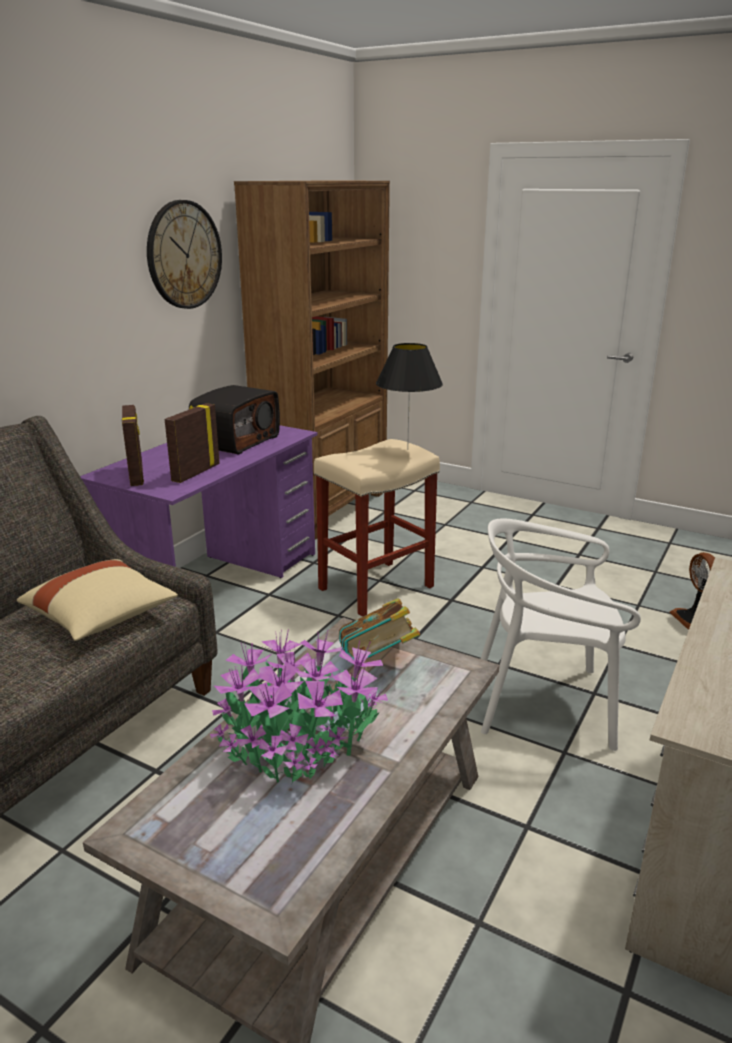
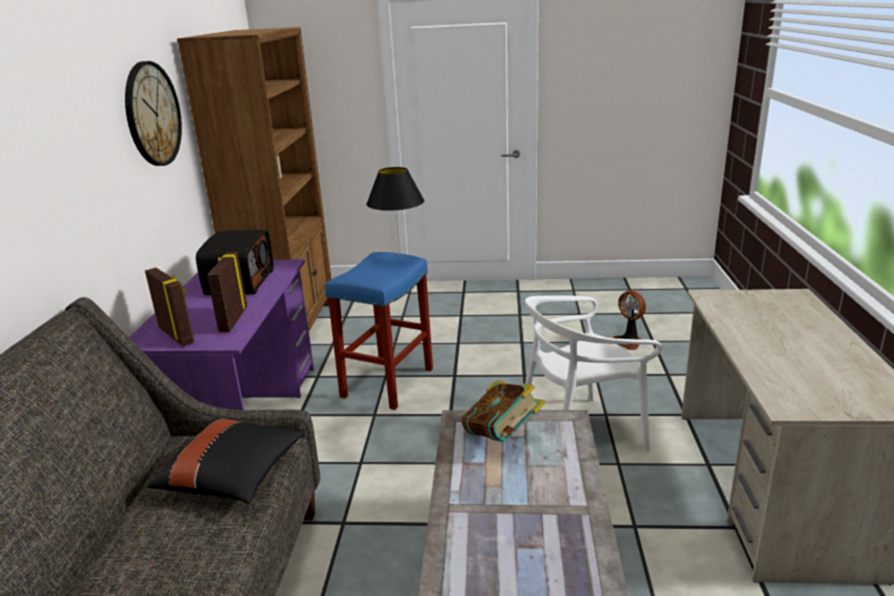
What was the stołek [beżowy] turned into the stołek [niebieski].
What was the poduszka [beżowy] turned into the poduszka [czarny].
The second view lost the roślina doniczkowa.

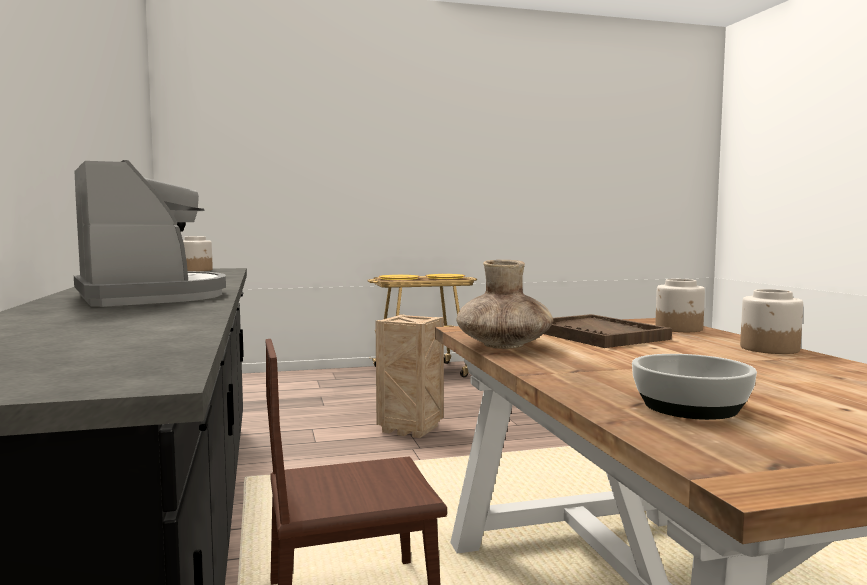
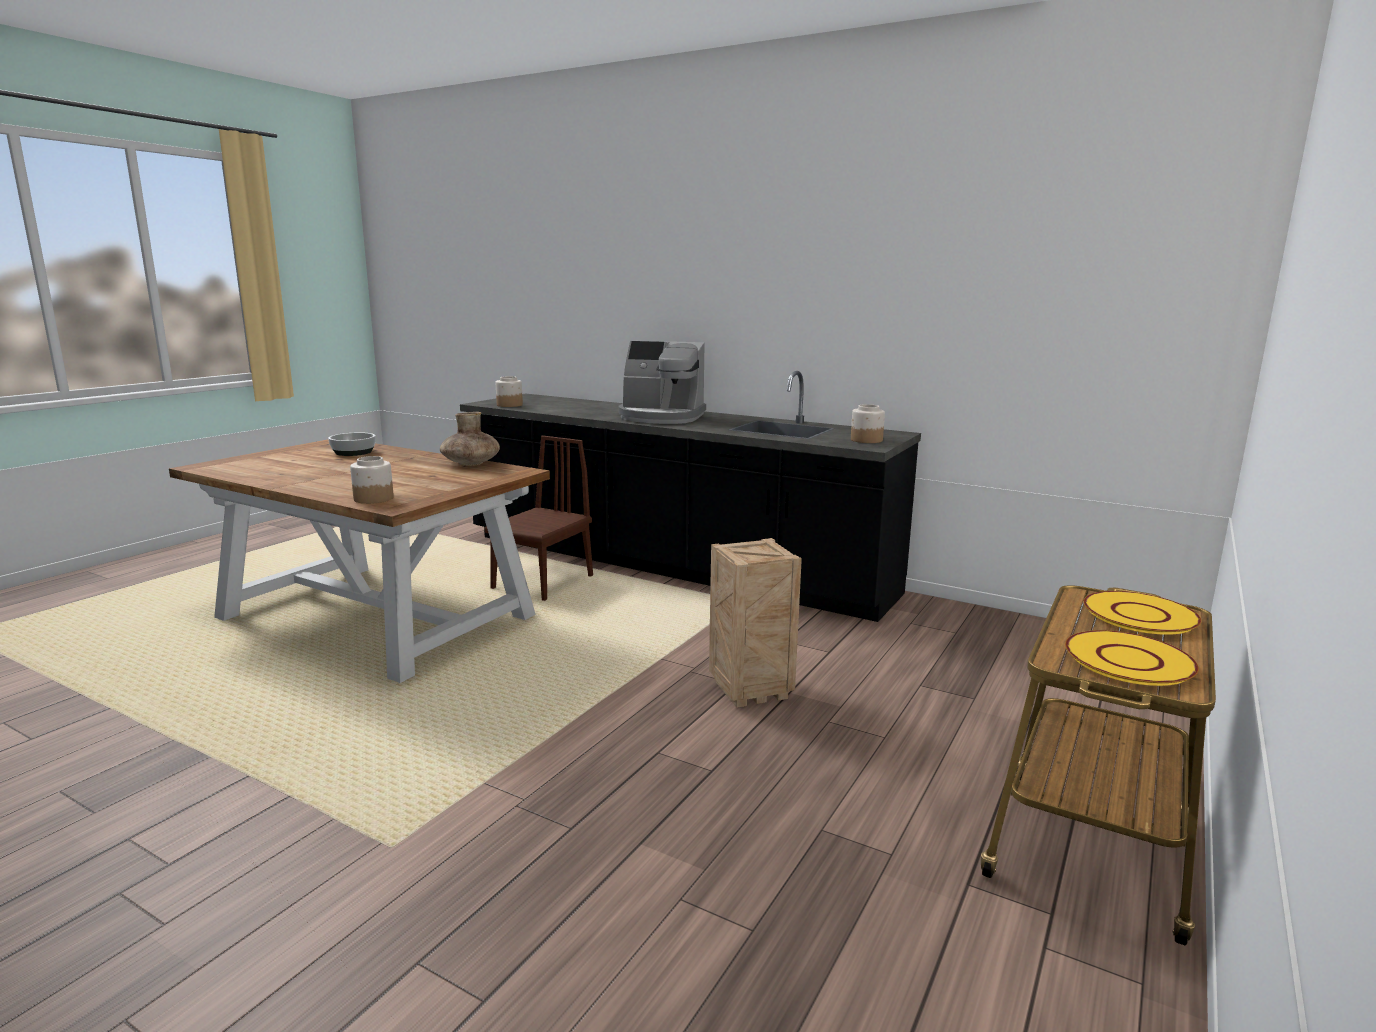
The słoik (3rd from left in the first image) ended up elsewhere.
The second view lost the taca [brązowy].

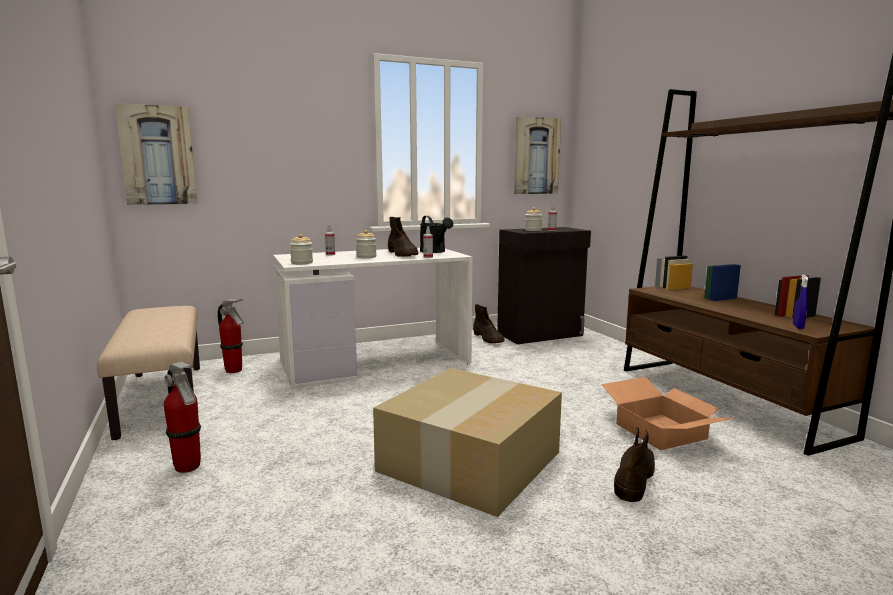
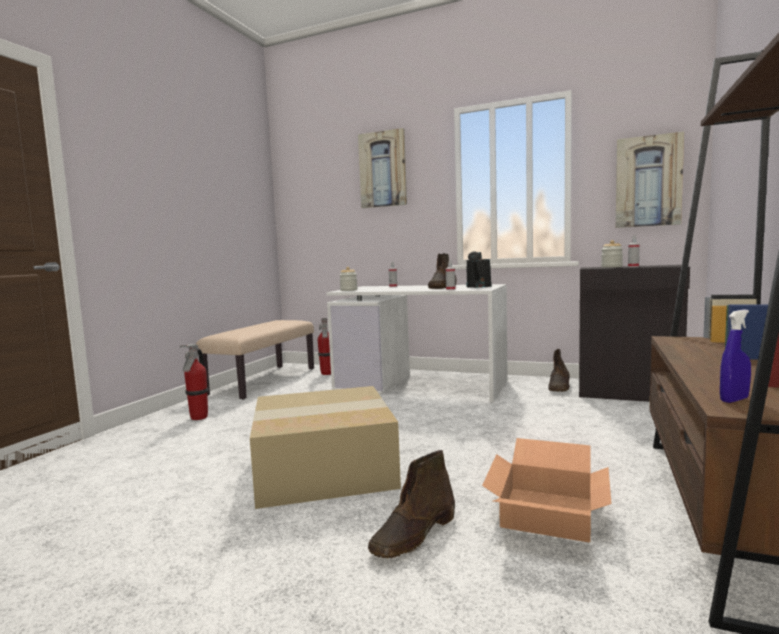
The obraz (1st from left) ended up elsewhere.
The second view lost the słoik (2nd from left).
The but z cholewką [brązowy] (3rd from left in the first image) ended up facing another way, 150 degrees clockwise from before.

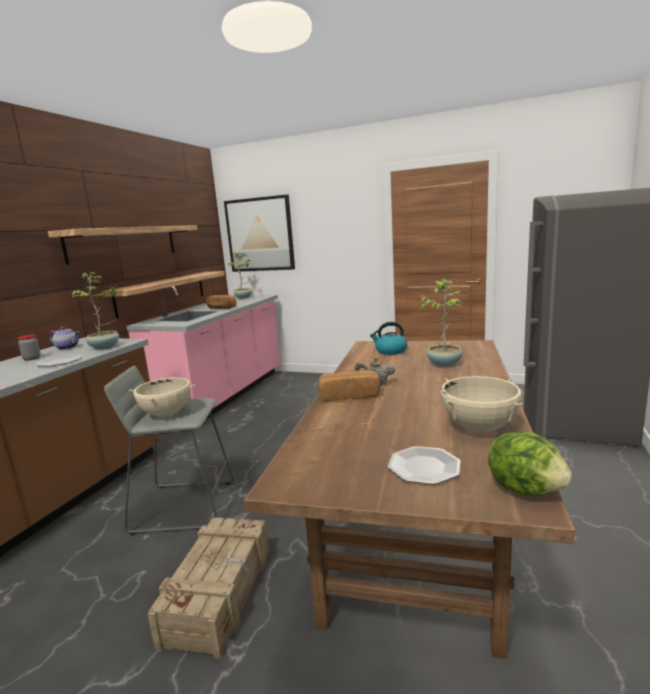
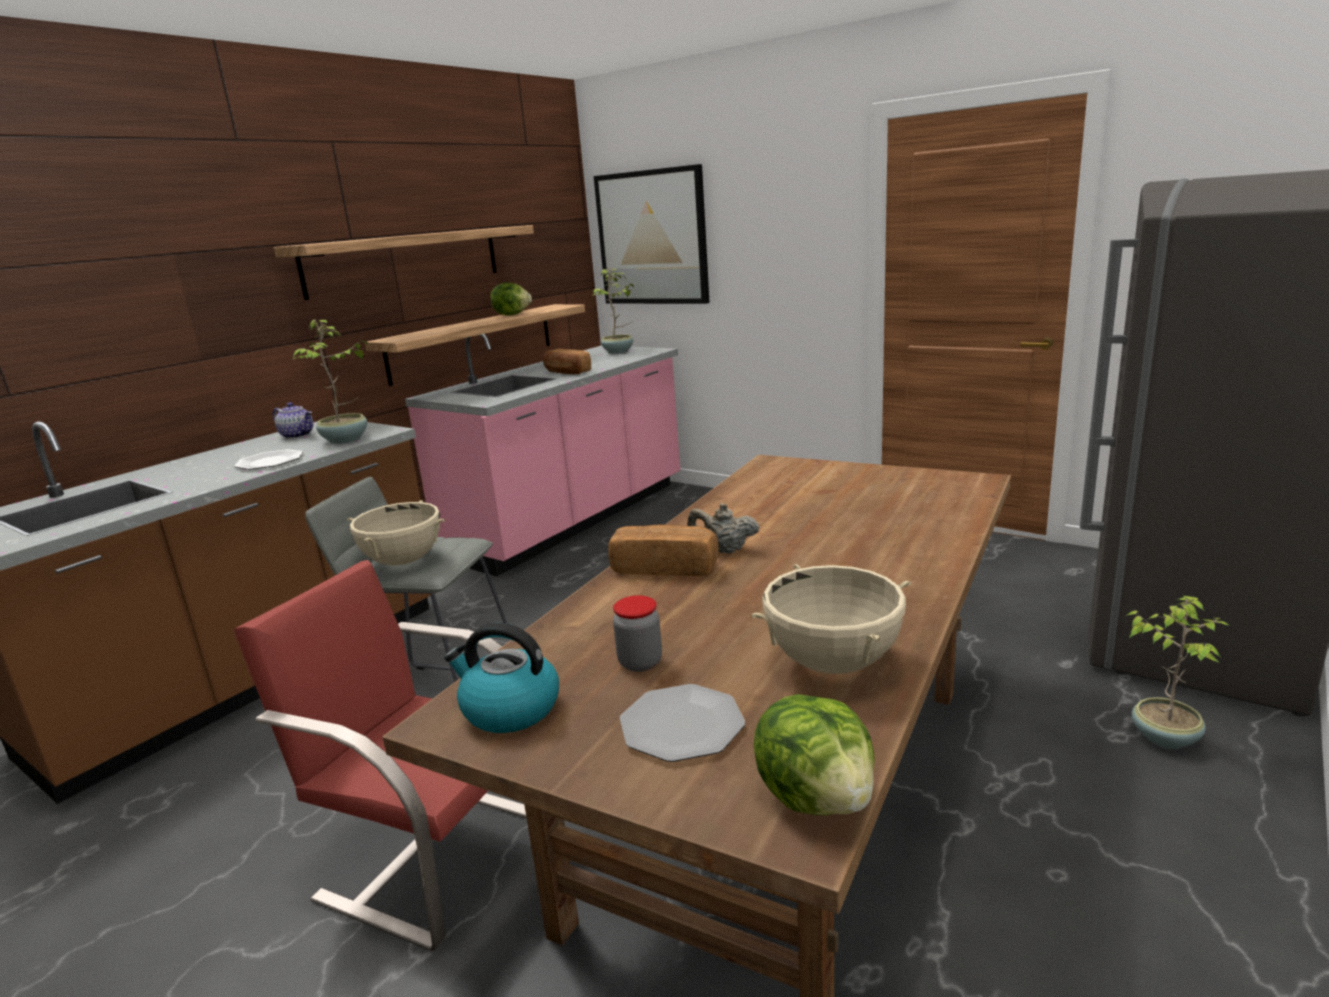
The roślina doniczkowa (3rd from left) ended up elsewhere.
The czajnik ended up elsewhere.
The słoik ended up elsewhere.
Where the skrzynka stood, the krzesło [czerwony] came to stand.
The second view gained the sałata (1st from left).

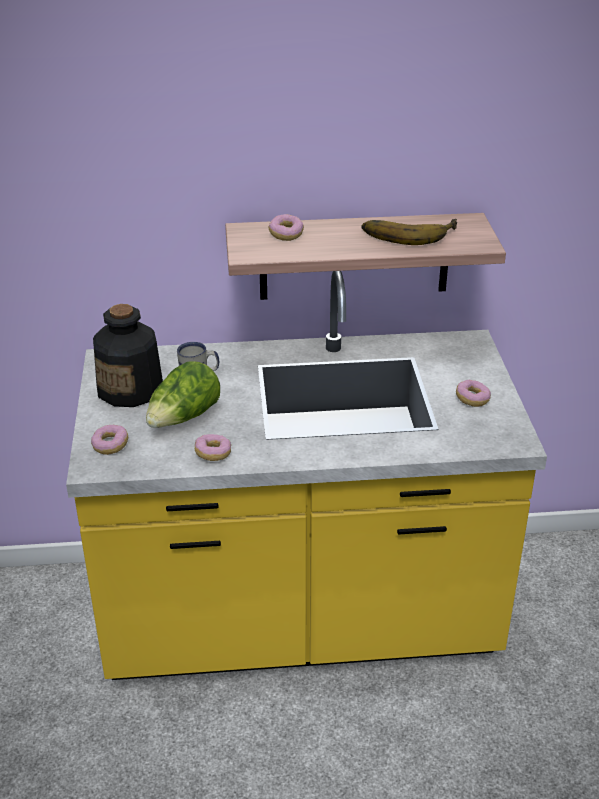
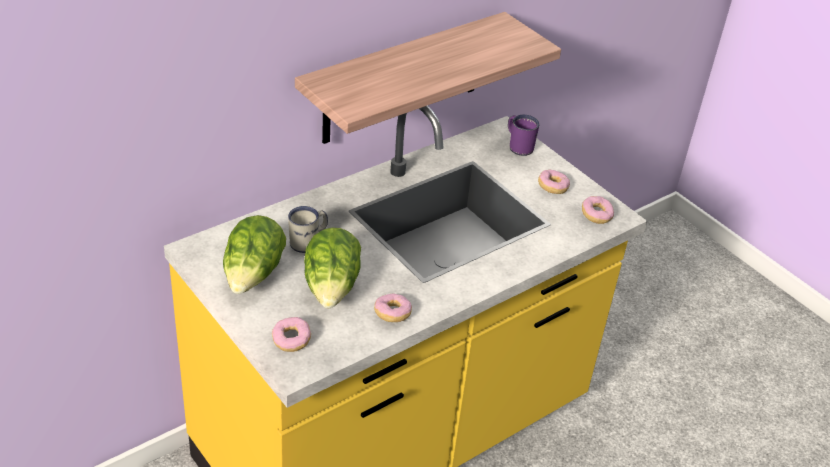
The donut (3rd from left in the first image) ended up elsewhere.
The second view lost the banan.
Where the butelka stood, the sałata (1st from left) came to stand.
The second view gained the kubek [fioletowy].

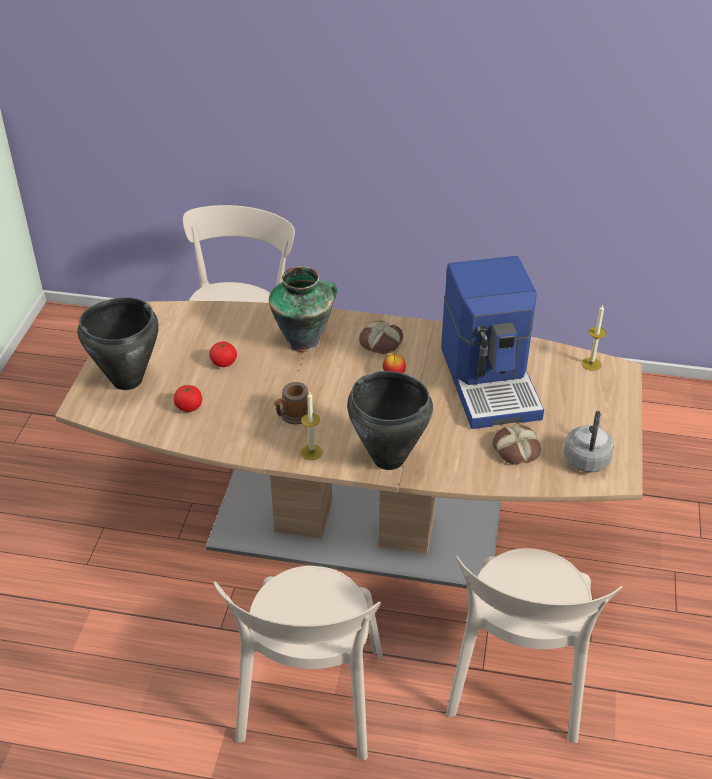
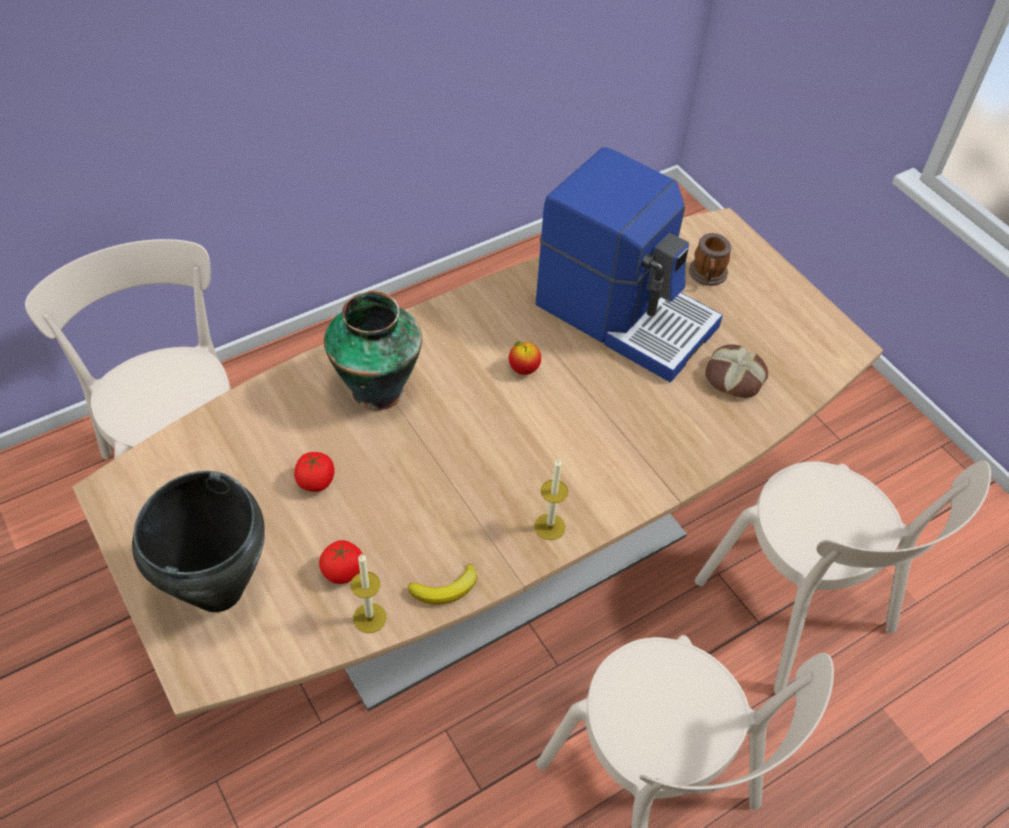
The świeca (2nd from left in the first image) ended up elsewhere.
The second view lost the chleb (1st from left).
The second view lost the garnek [czarny] (2nd from left).
The kubek ended up elsewhere.
The second view lost the czajnik [szary].
The second view gained the banan.

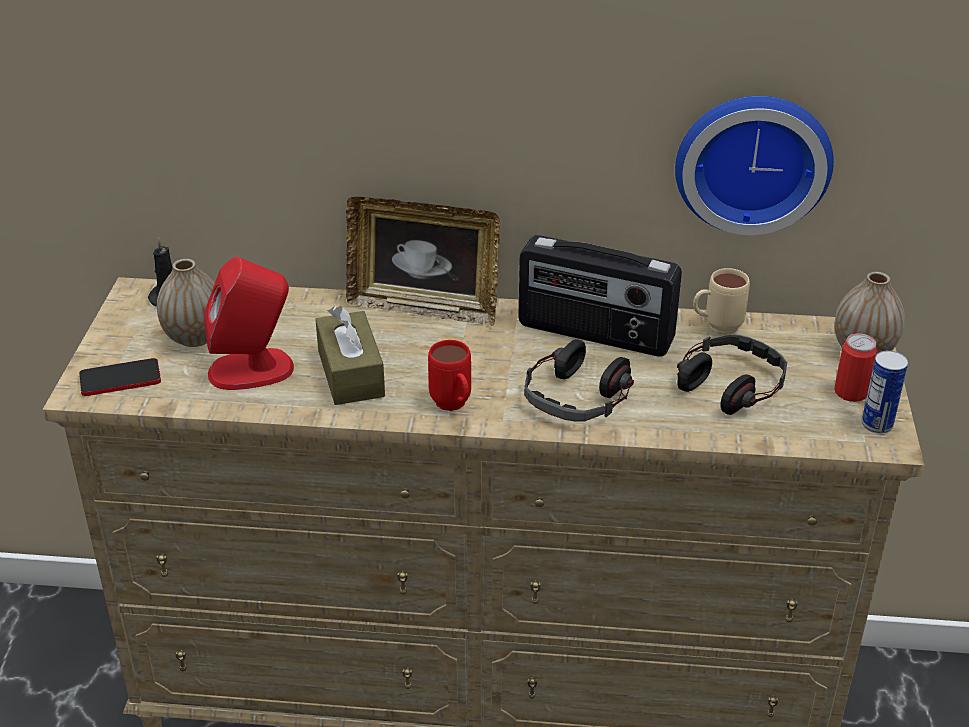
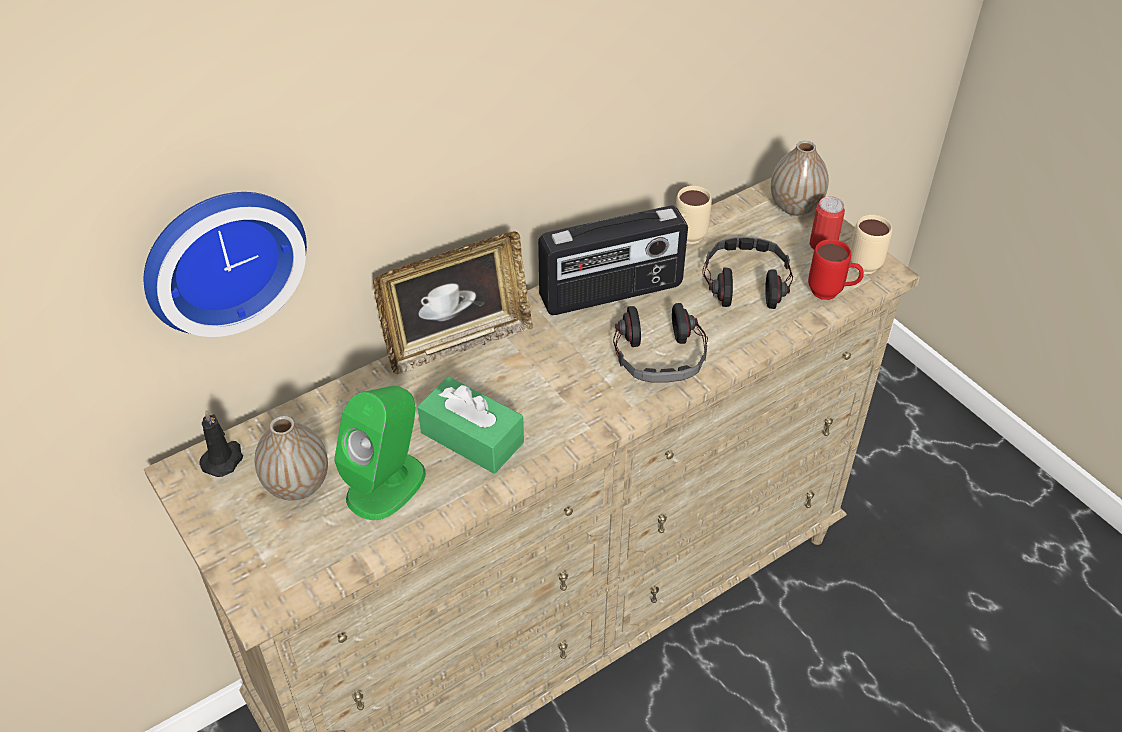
The zegar ścienny ended up elsewhere.
What was the głośnik [czerwony] turned into the głośnik [zielony].
What was the pudełko chusteczek [brązowy] turned into the pudełko chusteczek [zielony].
The kubek [czerwony] ended up elsewhere.
Where the puszka (2nd from left) stood, the kubek [beżowy] (2nd from left) came to stand.
The second view lost the telefon.

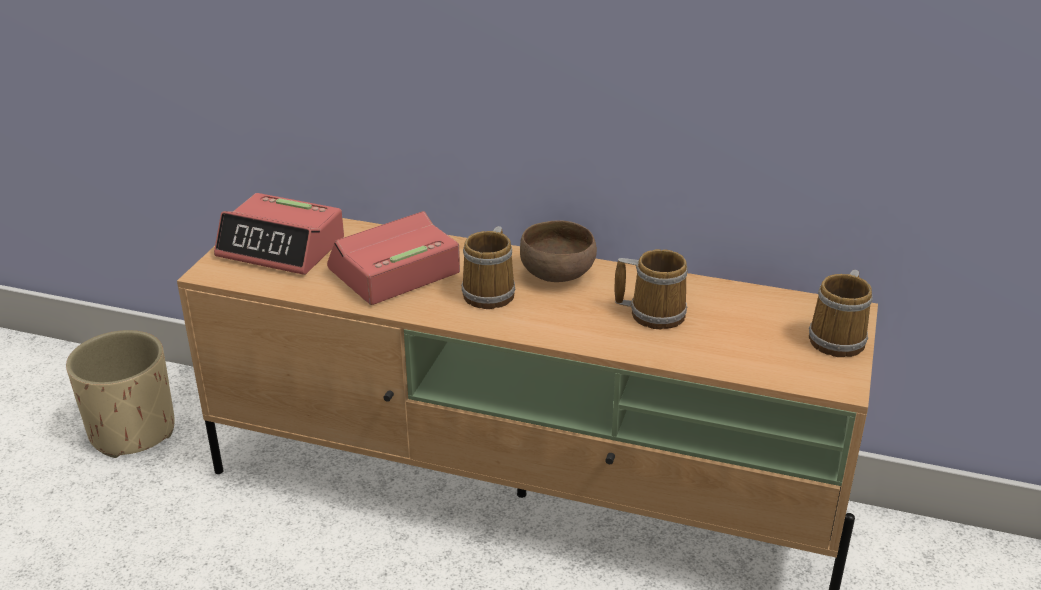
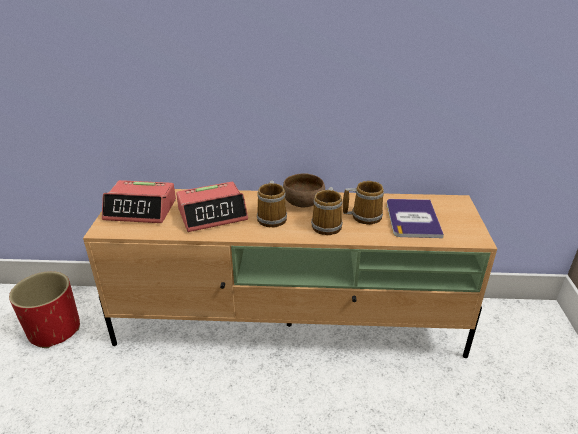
The budzik (2nd from left) ended up facing another way, 150 degrees counterclockwise from before.
The kubek (3rd from left in the first image) ended up elsewhere.
What was the donica [beżowy] turned into the donica [czerwony].
The second view gained the książka.

